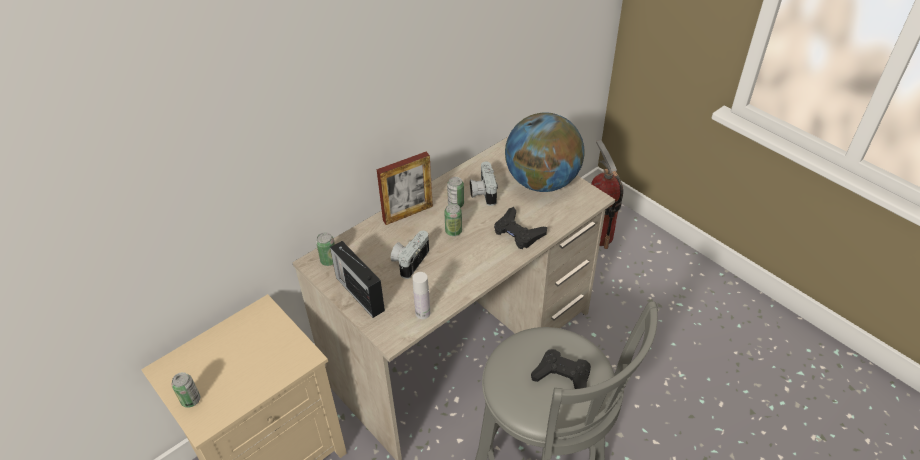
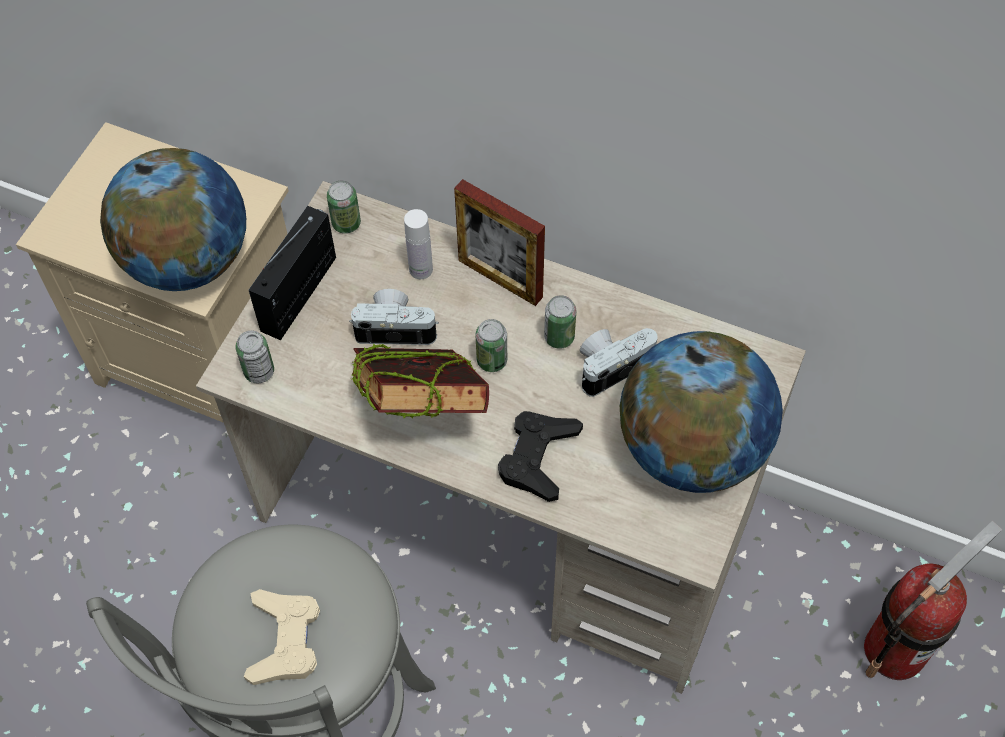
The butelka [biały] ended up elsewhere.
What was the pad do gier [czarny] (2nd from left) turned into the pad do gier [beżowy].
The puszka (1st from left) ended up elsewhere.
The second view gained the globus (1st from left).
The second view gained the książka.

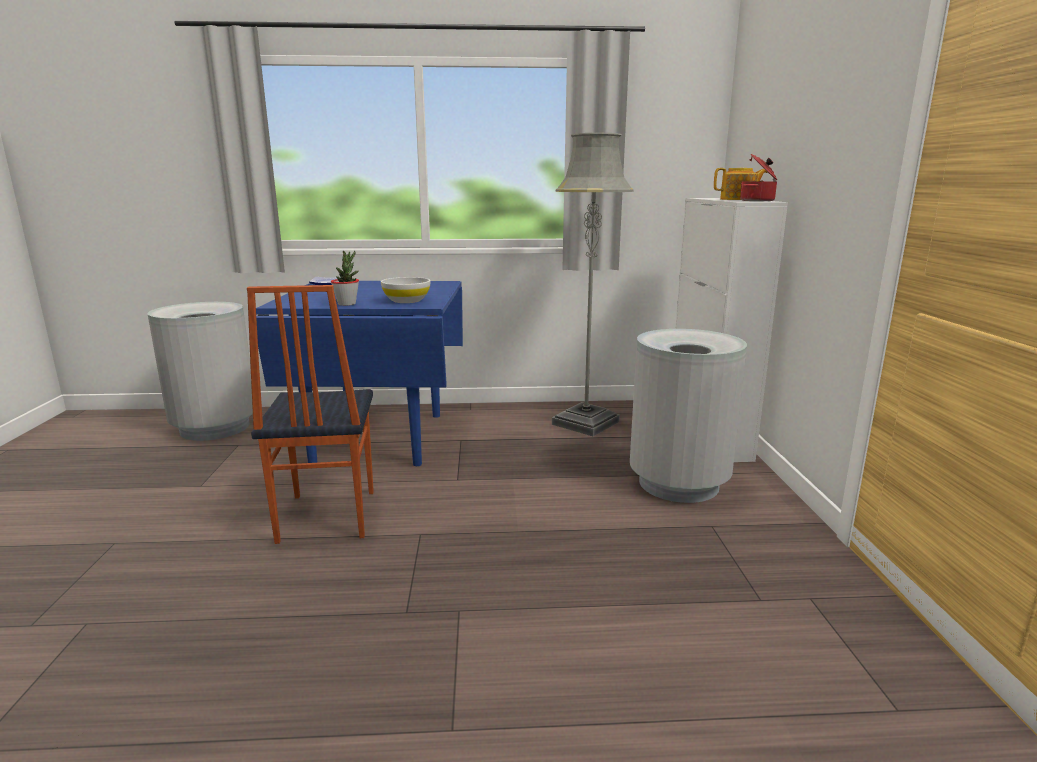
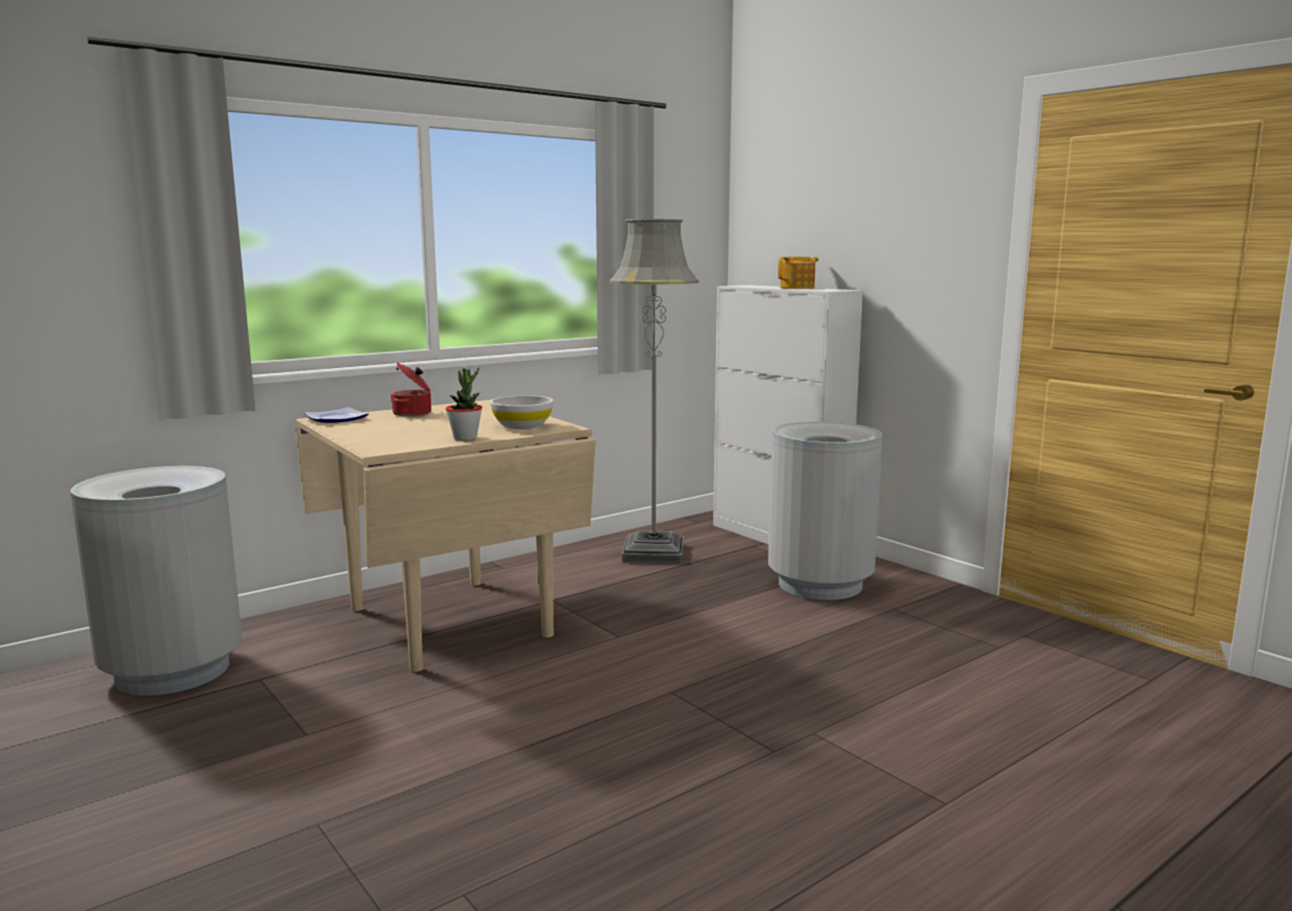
The garnek ended up elsewhere.
What was the stół jadalny [niebieski] turned into the stół jadalny [beżowy].
The second view lost the krzesło.

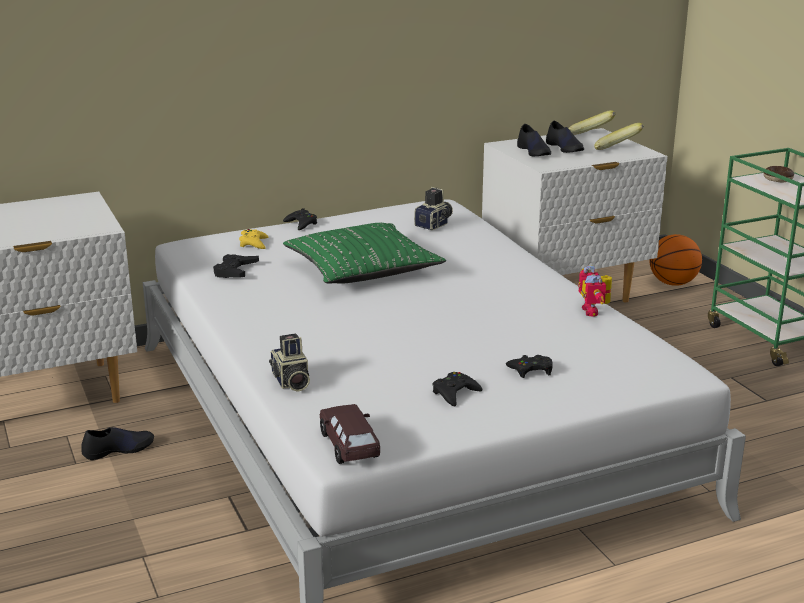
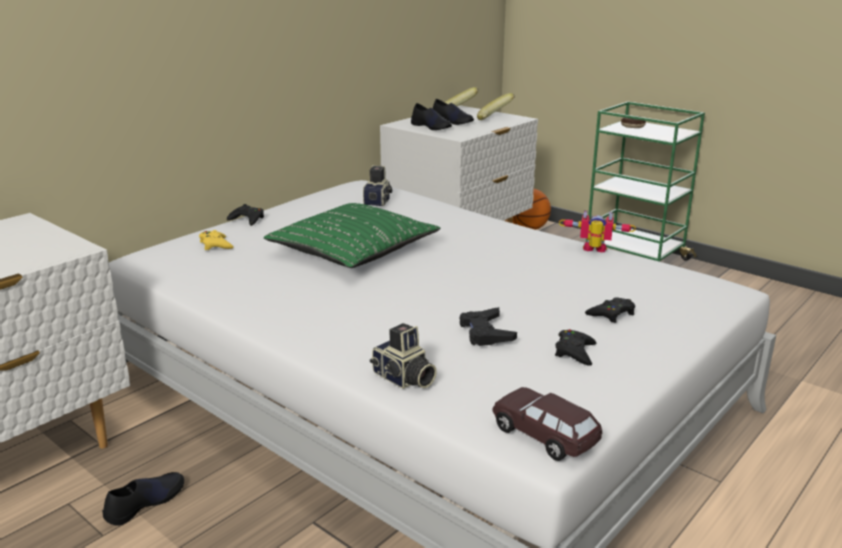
The pad do gier [czarny] (1st from left in the first image) ended up elsewhere.
The robot zabawkowy ended up facing another way, 135 degrees clockwise from before.

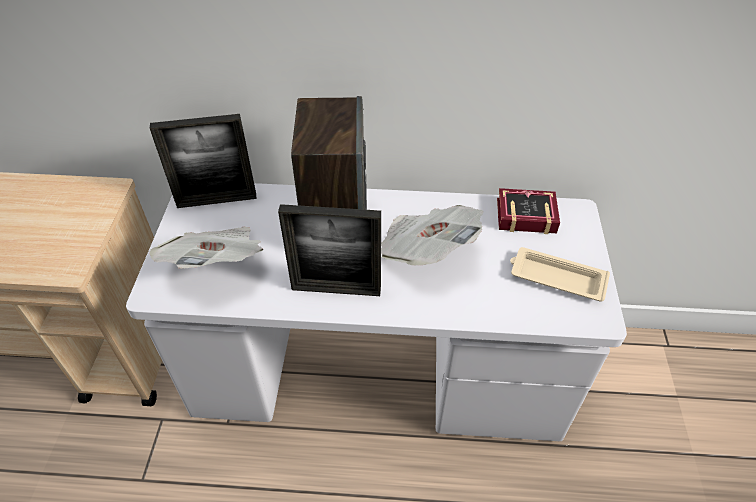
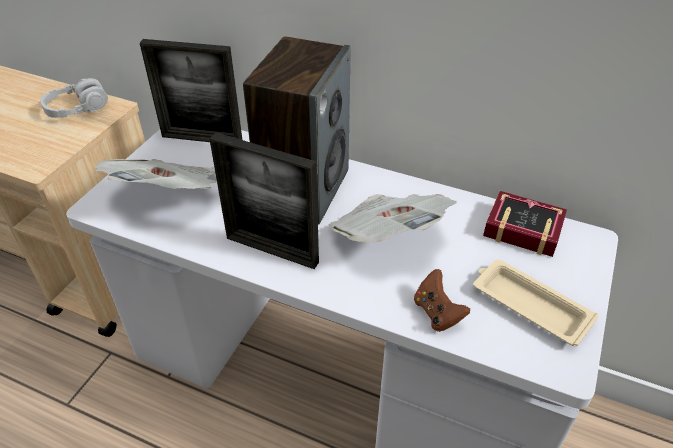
The second view gained the słuchawki [szary].
The second view gained the pad do gier [brązowy].

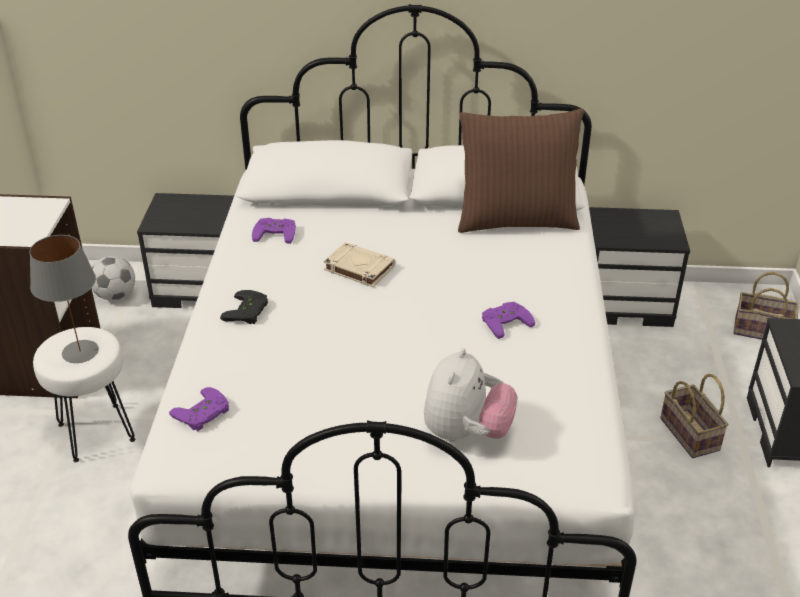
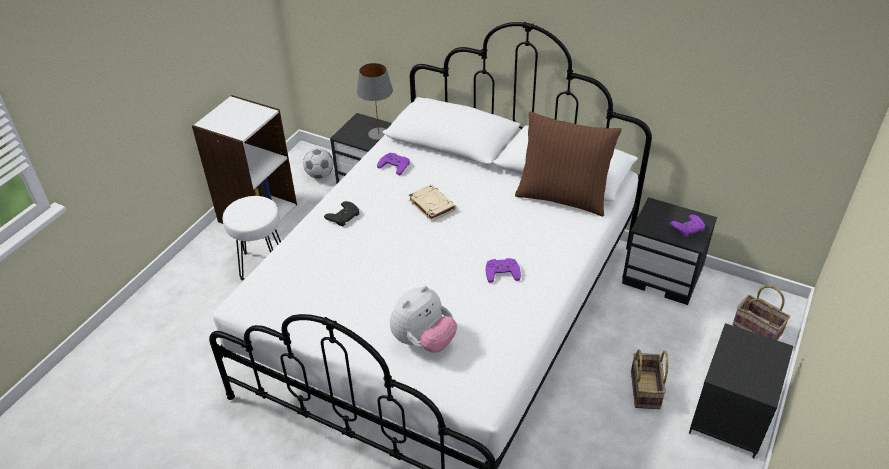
The lampa stołowa [szary] ended up elsewhere.
The pad do gier [fioletowy] (1st from left in the first image) ended up elsewhere.

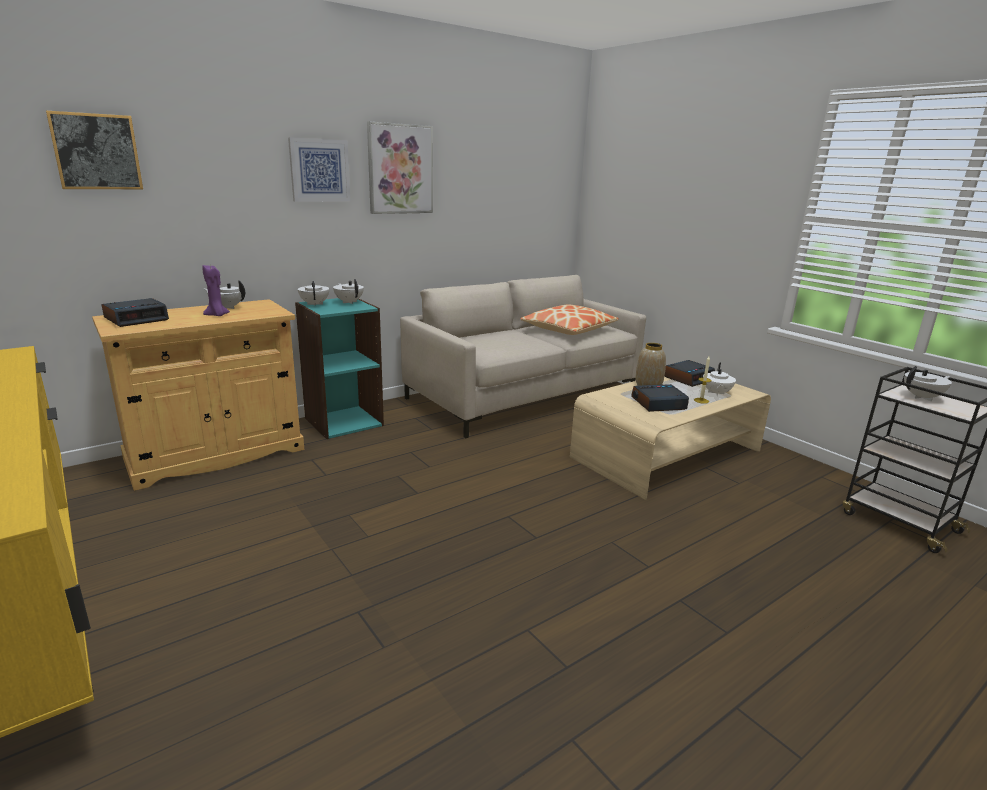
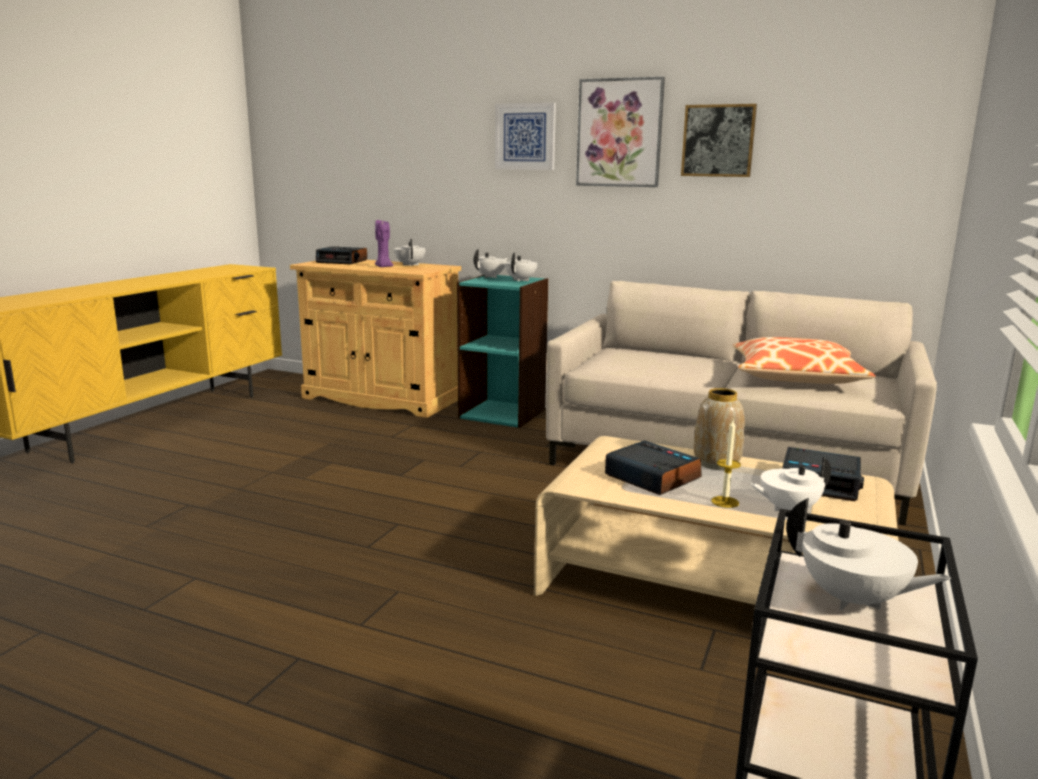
The obraz (1st from left in the first image) ended up elsewhere.

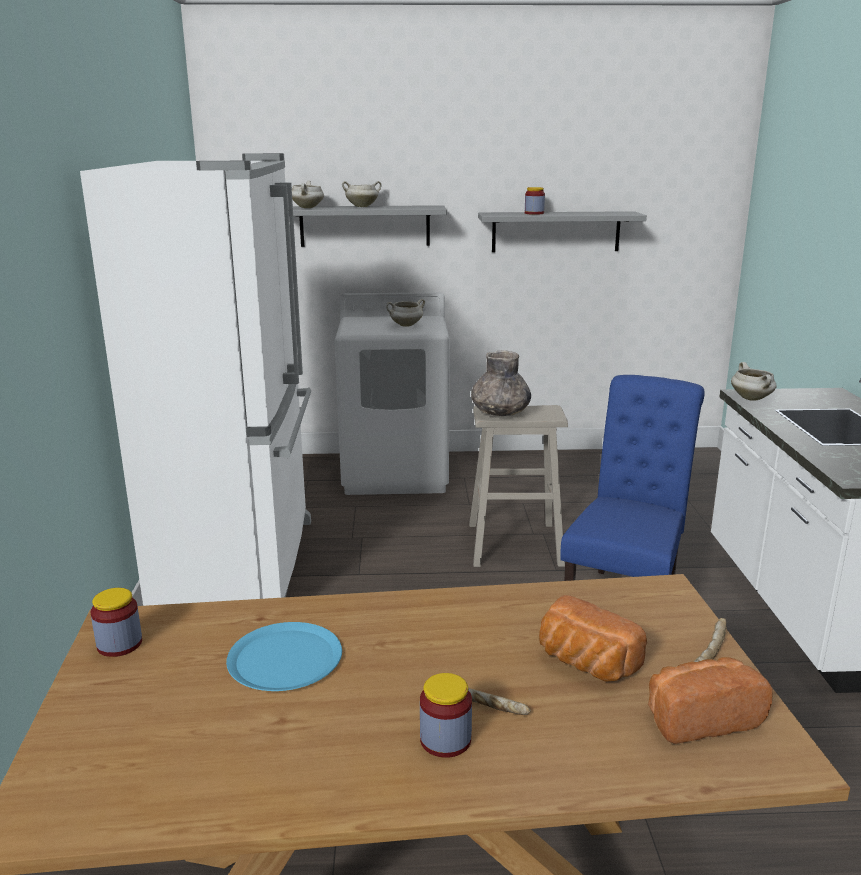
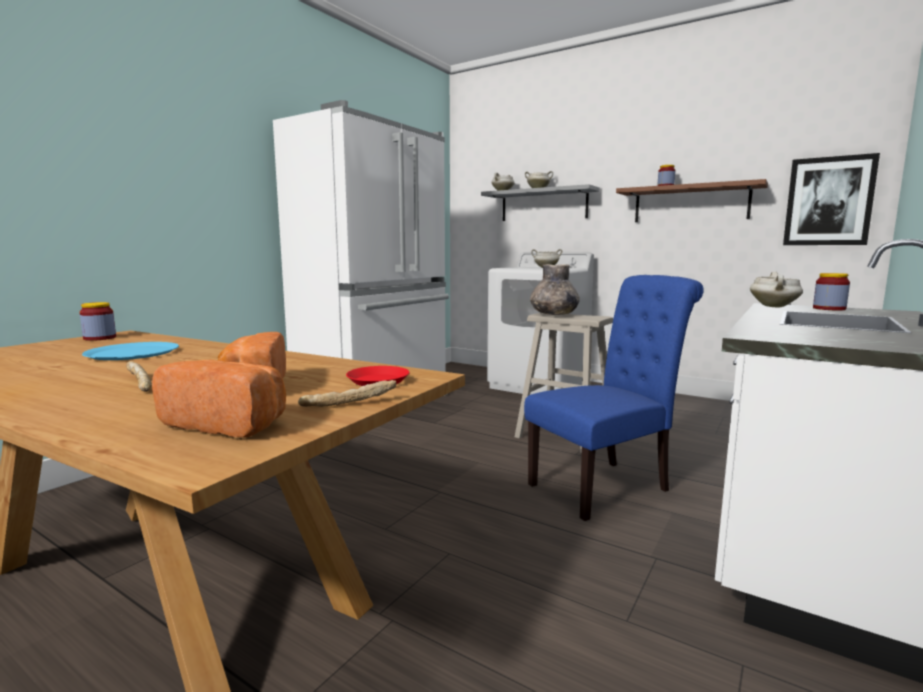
What was the półka [szary] (2nd from left) turned into the półka [brązowy].
The słoik (2nd from left in the first image) ended up elsewhere.
The second view gained the obraz.
The second view gained the talerz [czerwony].

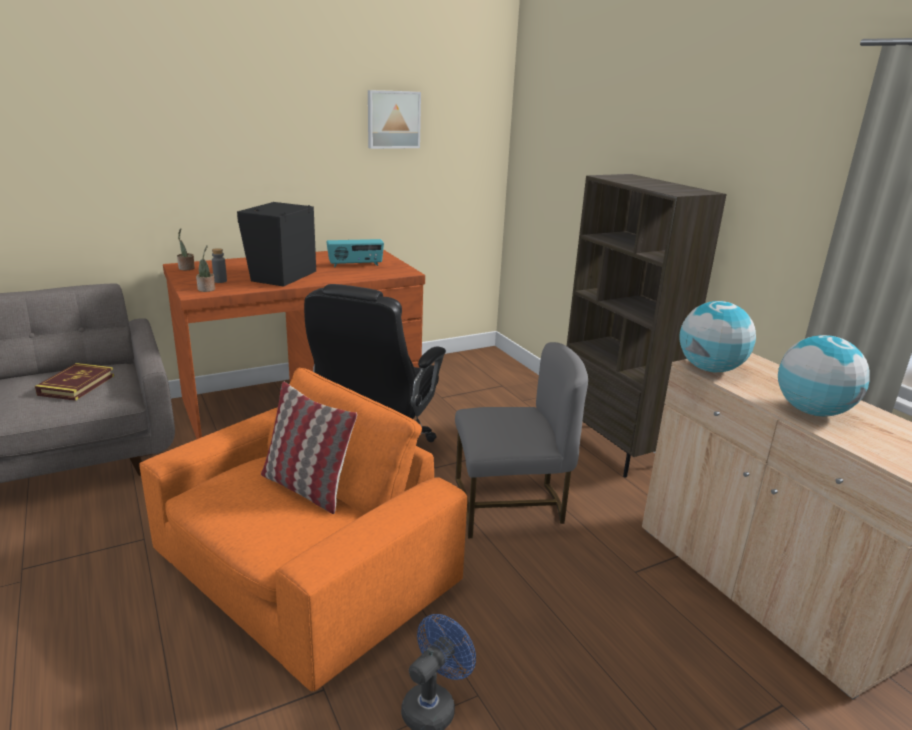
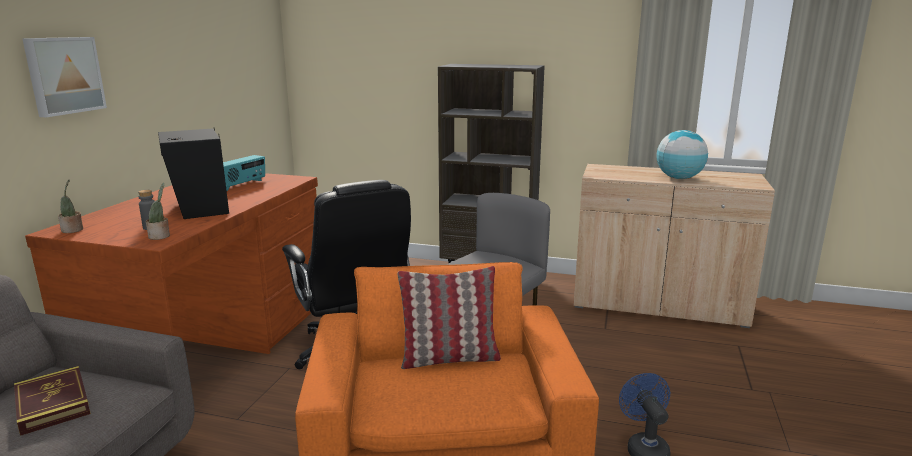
The obraz ended up elsewhere.
The second view lost the globus (1st from left).

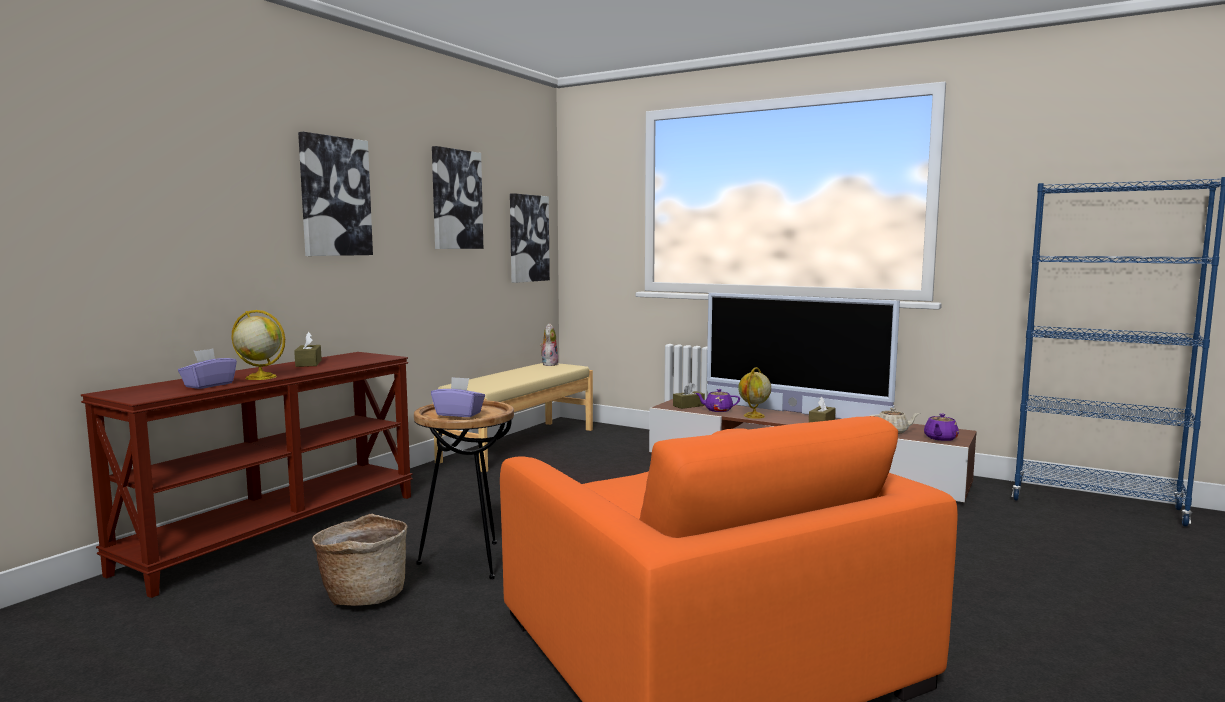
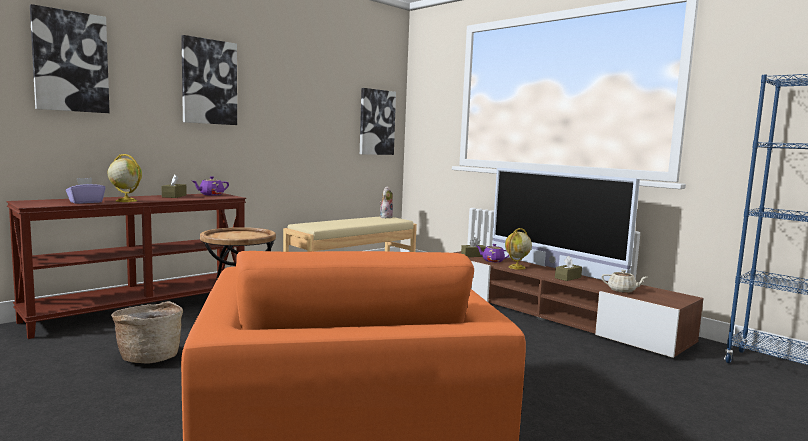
The obraz (2nd from left in the first image) ended up elsewhere.
The second view lost the pudełko chusteczek [fioletowy] (2nd from left).
The imbryk [fioletowy] (2nd from left in the first image) ended up elsewhere.

